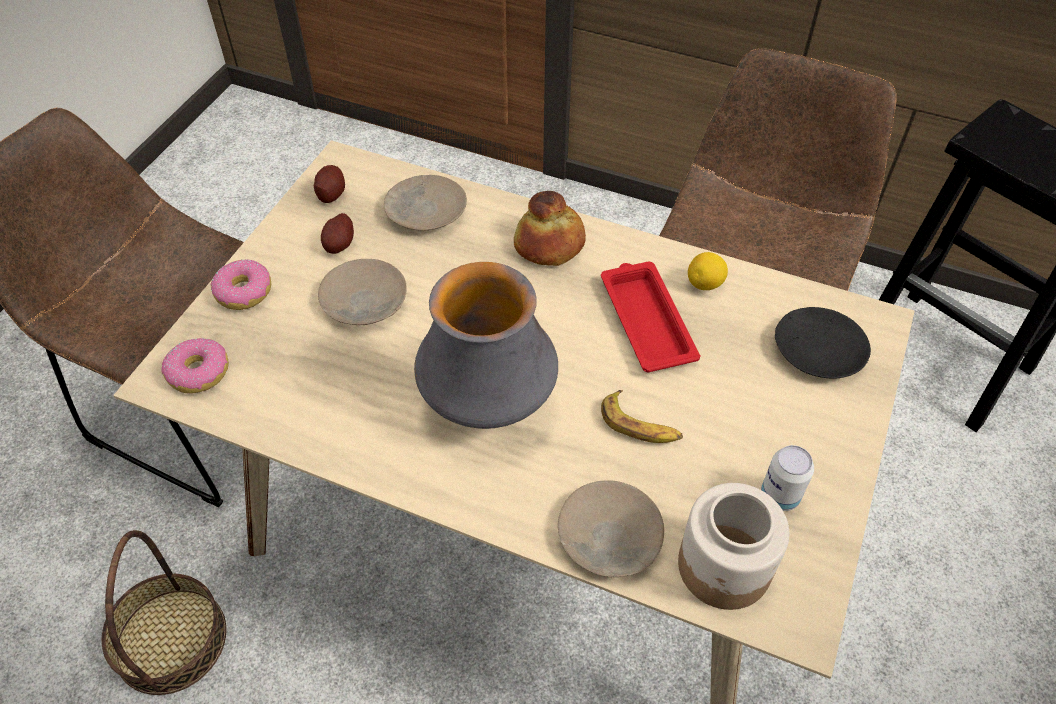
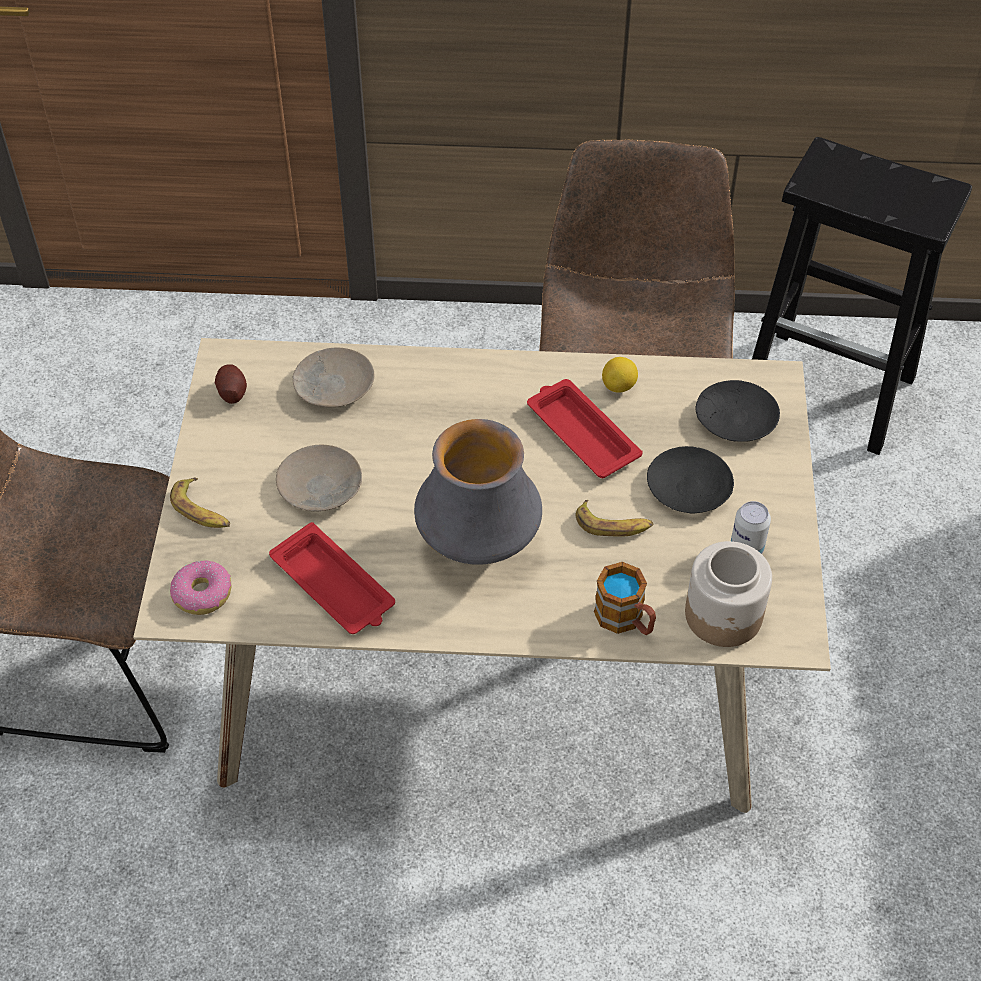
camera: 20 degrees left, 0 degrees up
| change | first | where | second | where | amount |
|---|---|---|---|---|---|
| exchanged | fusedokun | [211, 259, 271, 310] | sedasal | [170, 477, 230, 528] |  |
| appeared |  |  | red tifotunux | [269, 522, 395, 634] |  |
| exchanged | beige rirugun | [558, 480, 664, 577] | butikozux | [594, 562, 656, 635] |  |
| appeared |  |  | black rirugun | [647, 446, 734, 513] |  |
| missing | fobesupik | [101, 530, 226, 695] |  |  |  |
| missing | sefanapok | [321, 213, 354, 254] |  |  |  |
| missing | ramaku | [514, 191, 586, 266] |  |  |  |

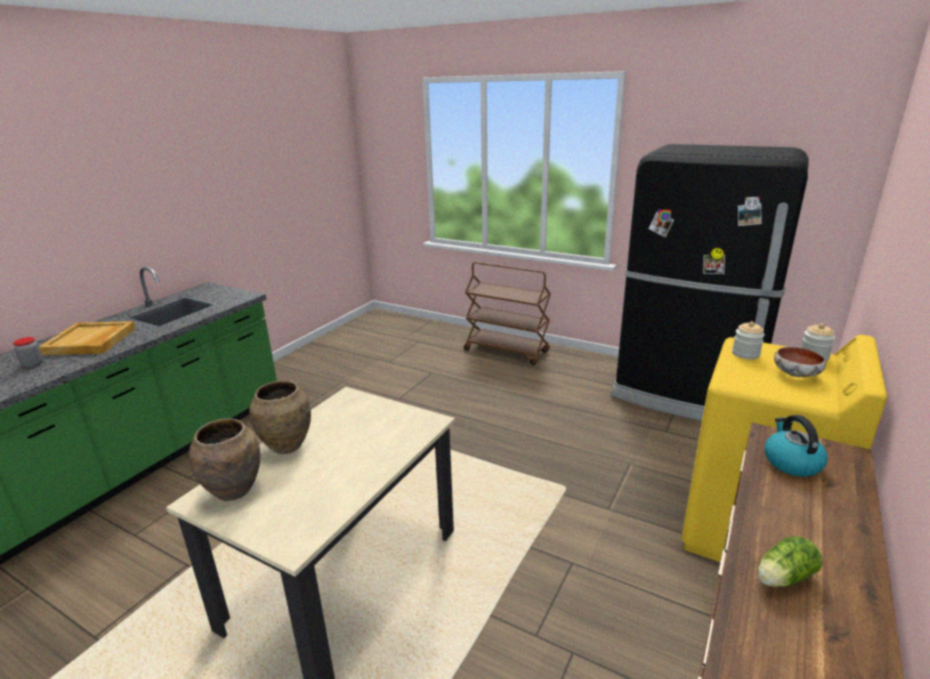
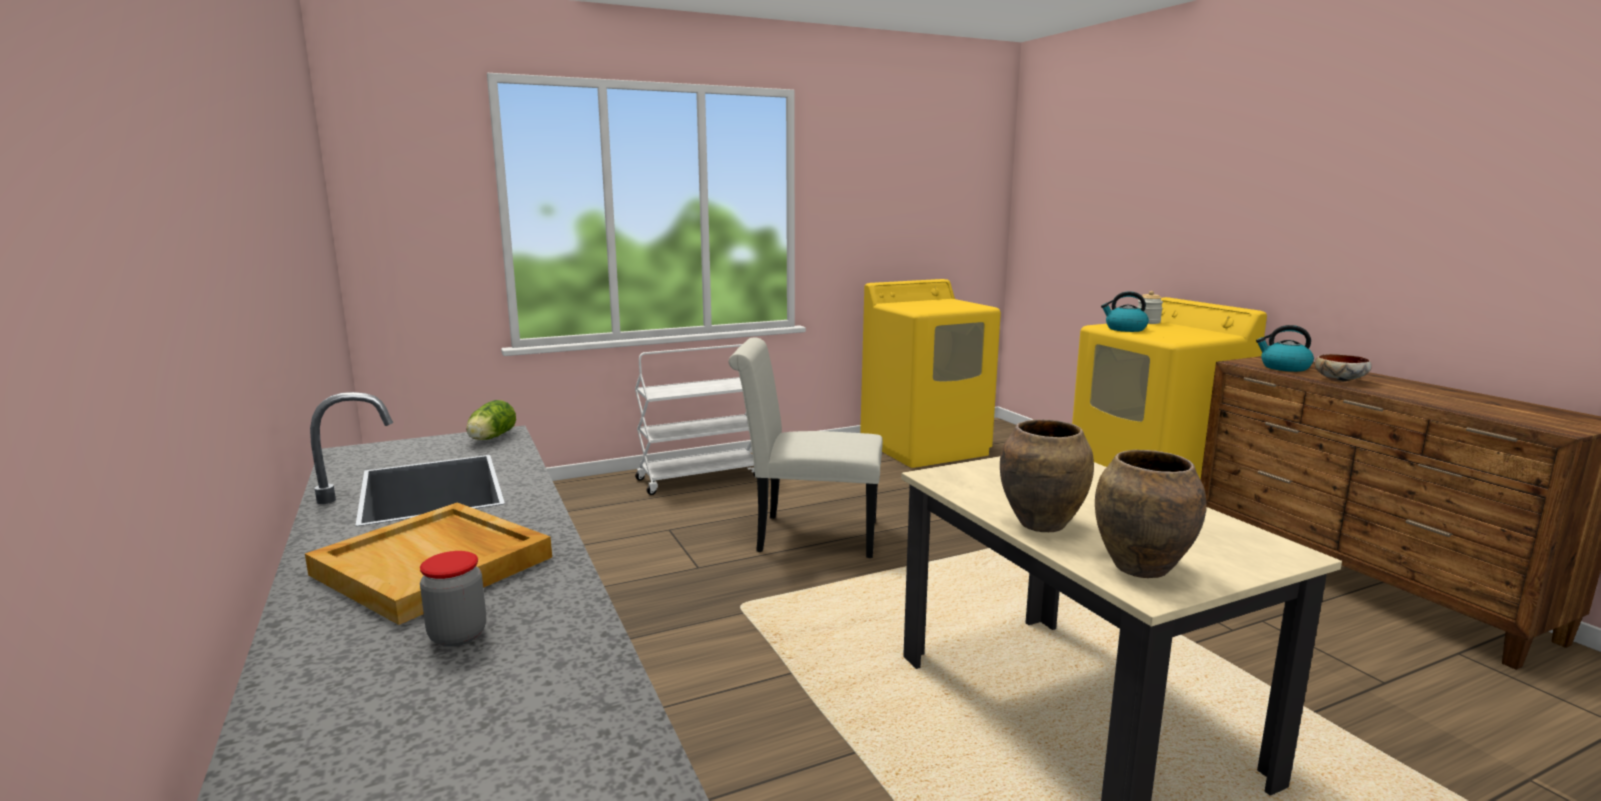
camera: 55 degrees left, 10 degrees down
| change | first | where | second | where | amount |
|---|---|---|---|---|---|
| relocated | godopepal | [758, 536, 823, 587] |  | [466, 400, 516, 440] |  |
| colour | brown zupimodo | [464, 262, 551, 365] | white zupimodo | [635, 344, 755, 495] |  |
| appeared |  |  | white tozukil | [728, 337, 883, 558] |  |
| exchanged | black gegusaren | [612, 144, 809, 421] | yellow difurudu | [860, 279, 1001, 468] |  |
| exchanged | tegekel | [732, 321, 765, 359] | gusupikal | [1101, 291, 1149, 332] |  |
| relocated | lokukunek | [774, 347, 826, 377] |  | [1314, 354, 1372, 382] |  |

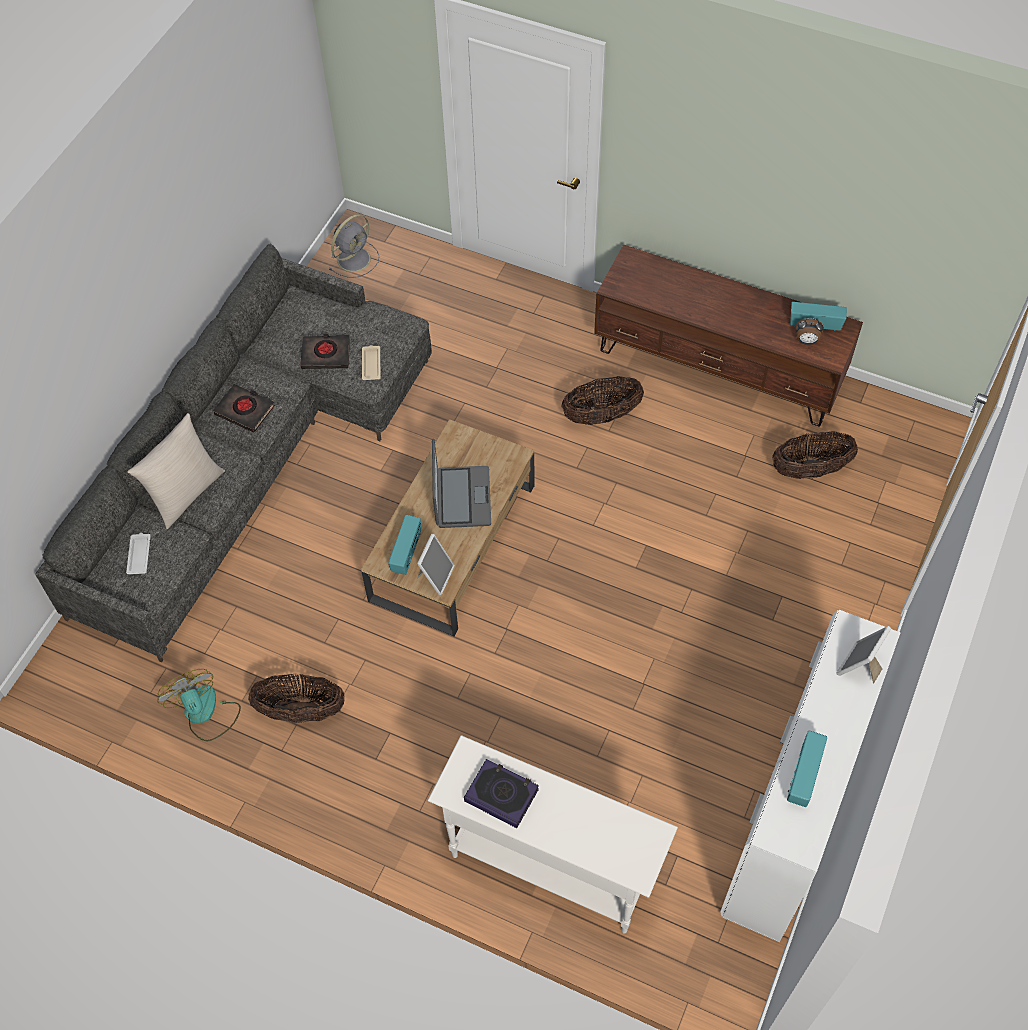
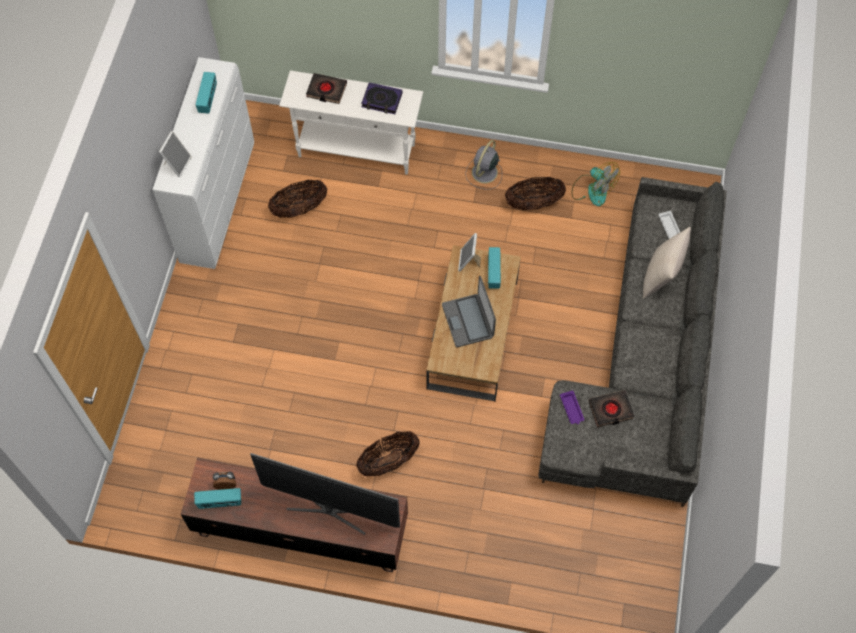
camera: 165 degrees right, 5 degrees up
| change | first | where | second | where | amount |
|---|---|---|---|---|---|
| appeared |  |  | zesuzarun | [250, 453, 400, 535] |  |
| relocated | fobesupik | [772, 431, 858, 479] |  | [268, 180, 327, 218] |  |
| relocated | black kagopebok | [213, 384, 275, 433] |  | [306, 73, 347, 104] |  |
| relocated | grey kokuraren | [329, 214, 379, 278] |  | [465, 140, 502, 190] |  |
| colour | beige tifotunux | [362, 345, 381, 380] | purple tifotunux | [560, 391, 584, 424] |  |

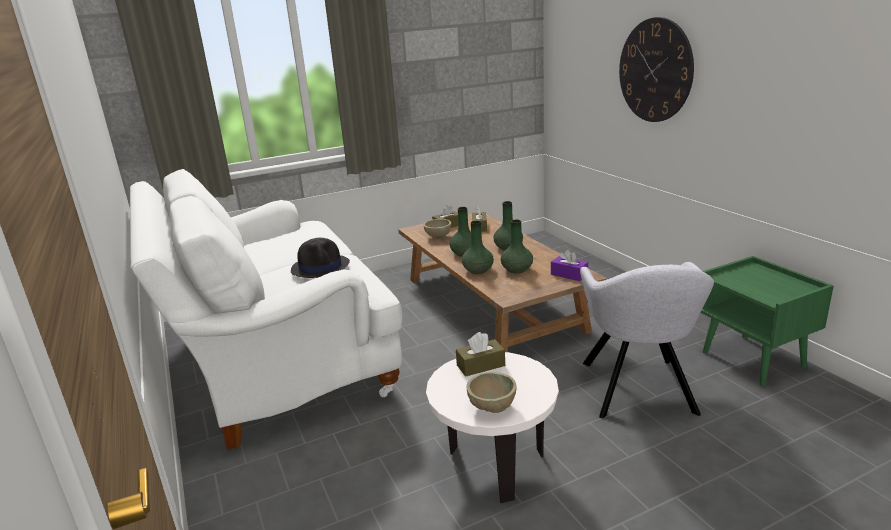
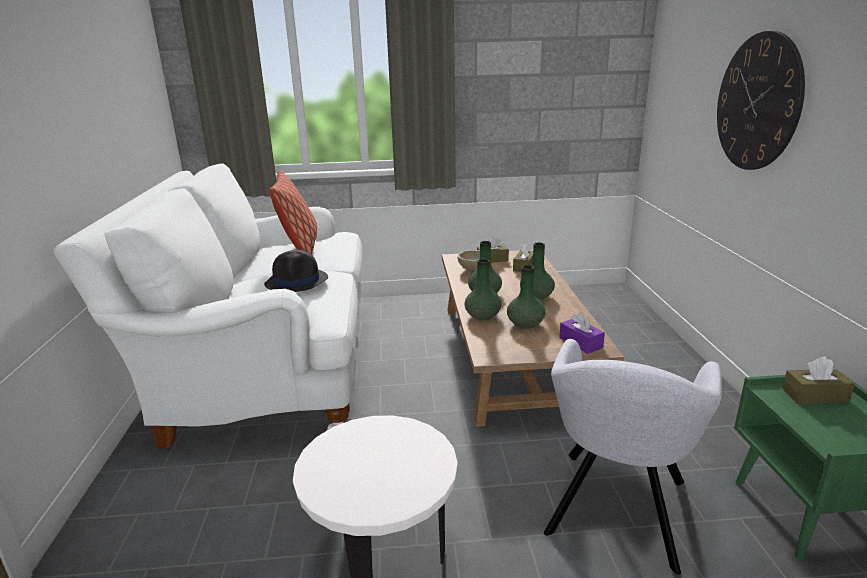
camera: 20 degrees right, 0 degrees up
| change | first | where | second | where | amount |
|---|---|---|---|---|---|
| appeared |  |  | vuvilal | [270, 171, 317, 255] |  |
| relocated | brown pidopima | [456, 332, 505, 377] |  | [782, 356, 855, 404] |  |
| missing | beige lokukunek | [467, 372, 517, 413] |  |  |  |

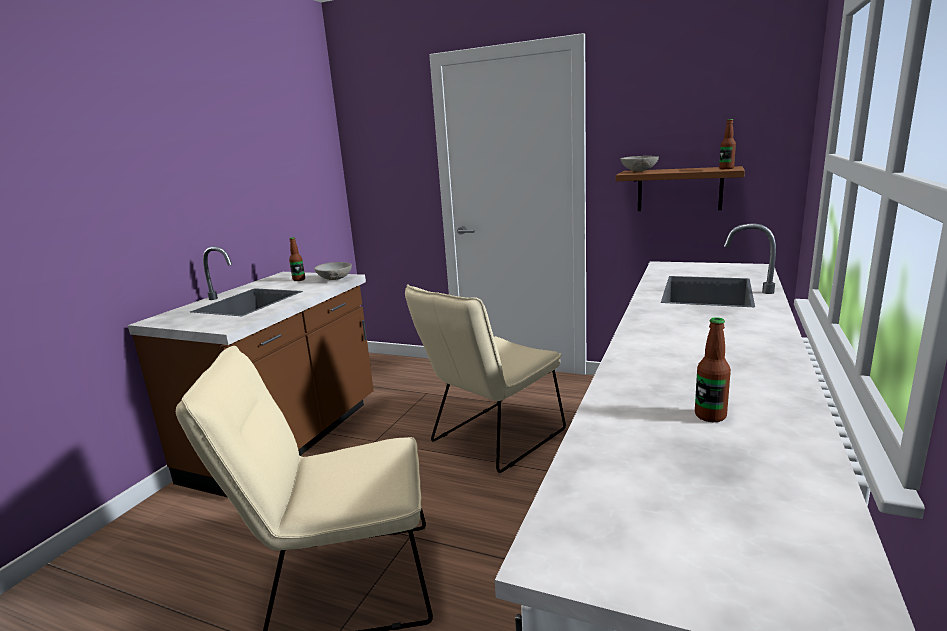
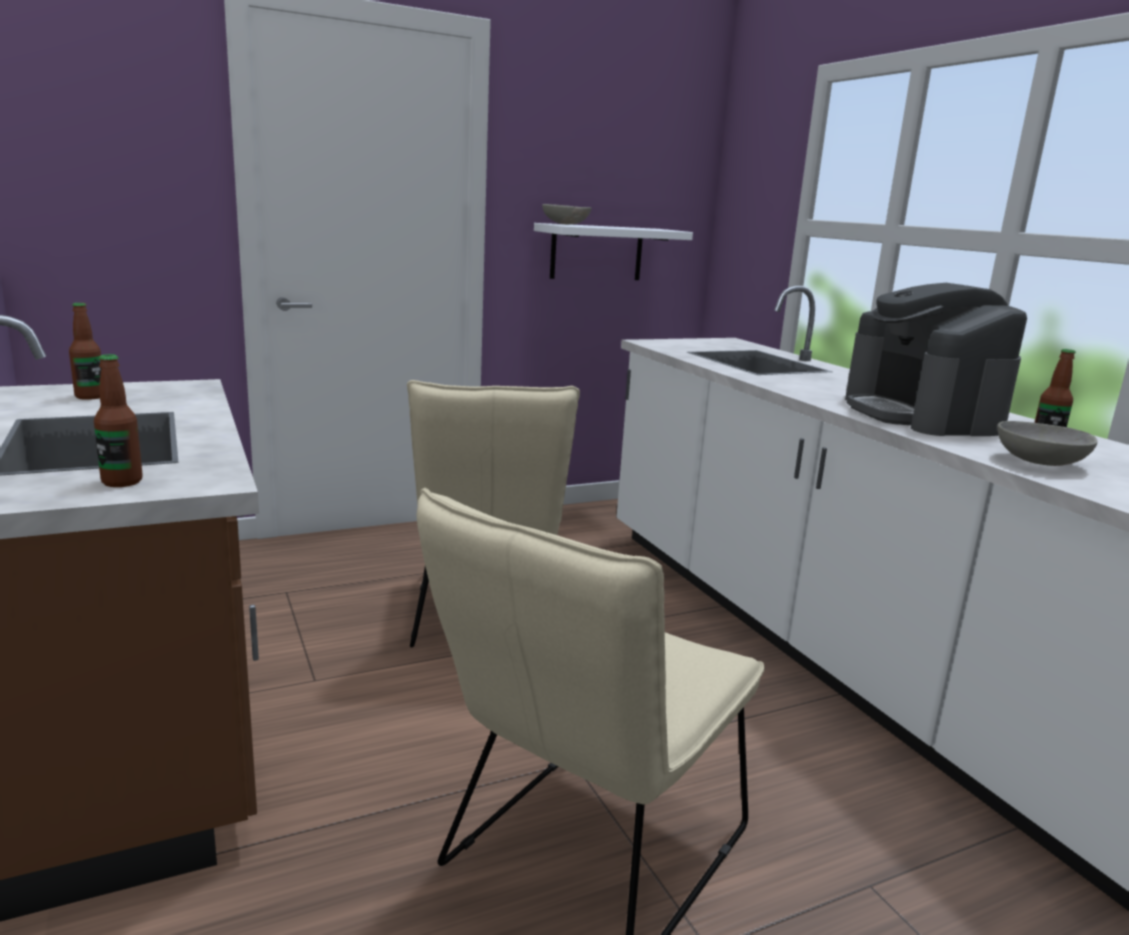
camera: 50 degrees left, 0 degrees up
| change | first | where | second | where | amount |
|---|---|---|---|---|---|
| relocated | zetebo | [719, 119, 736, 169] |  | [94, 354, 143, 487] |  |
| colour | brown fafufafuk | [615, 166, 745, 211] | white fafufafuk | [534, 223, 693, 280] |  |
| appeared |  |  | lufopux | [845, 283, 1027, 436] |  |
| relocated | grey lokukunek | [314, 262, 352, 280] |  | [997, 421, 1098, 466] |  |

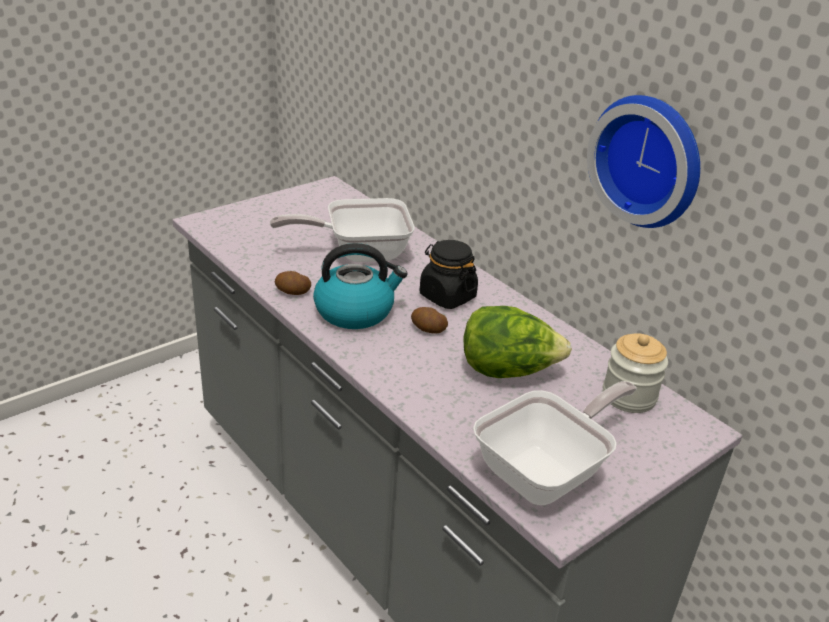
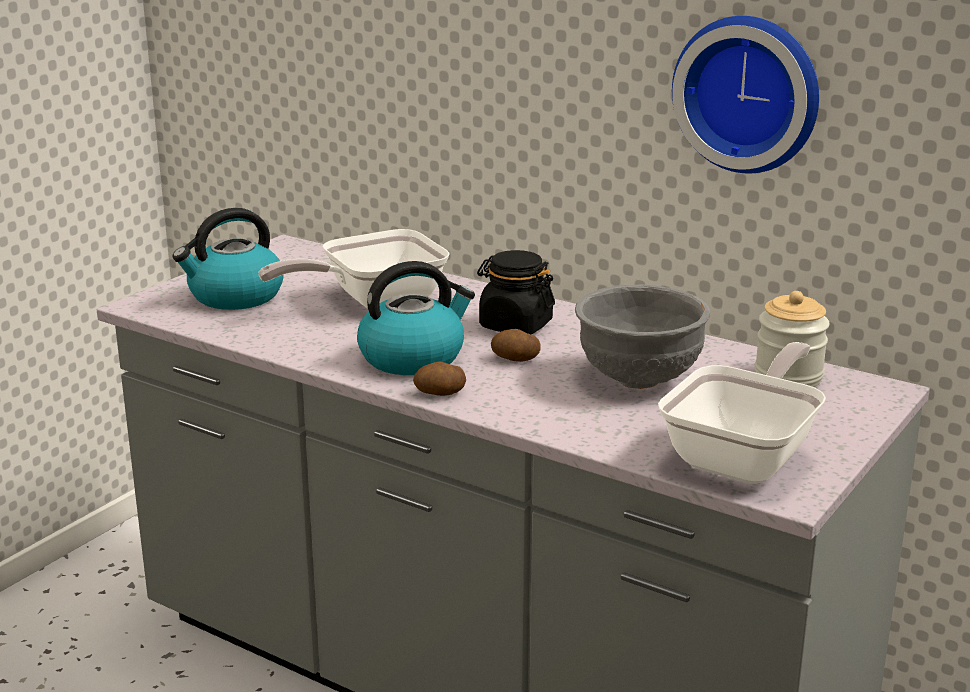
camera: 15 degrees left, 10 degrees down
| change | first | where | second | where | amount |
|---|---|---|---|---|---|
| appeared |  |  | gusupikal | [173, 208, 284, 310] |  |
| relocated | sefanapok | [275, 271, 311, 295] |  | [413, 362, 466, 396] |  |
| exchanged | godopepal | [463, 306, 572, 378] | grey lokukunek | [575, 285, 710, 389] |  |

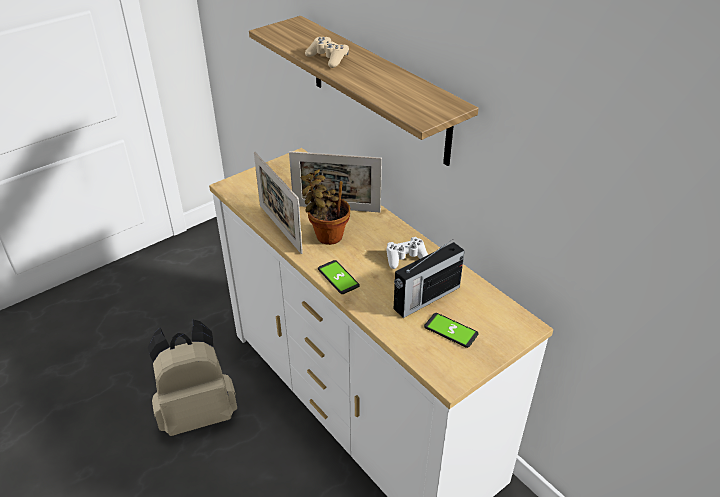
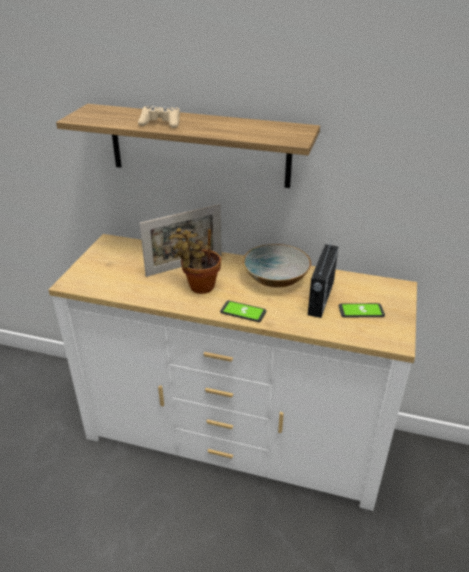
camera: 35 degrees left, 5 degrees down
| change | first | where | second | where | amount |
|---|---|---|---|---|---|
| exchanged | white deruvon | [387, 237, 428, 269] | lokukunek | [243, 244, 311, 288] |  |
| missing | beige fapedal | [148, 320, 237, 436] |  |  |  |
| missing | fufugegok | [254, 152, 303, 254] |  |  |  |

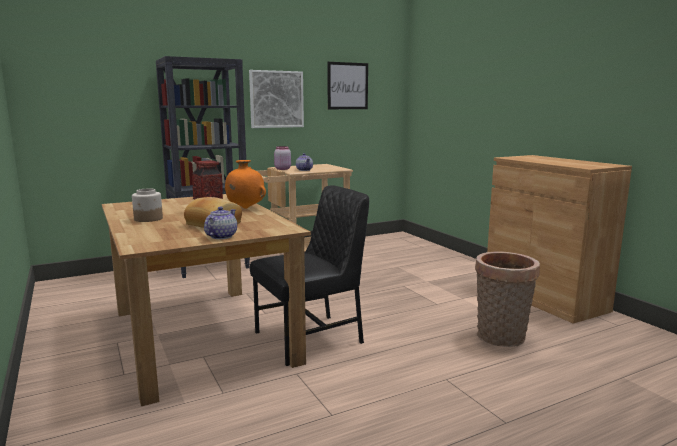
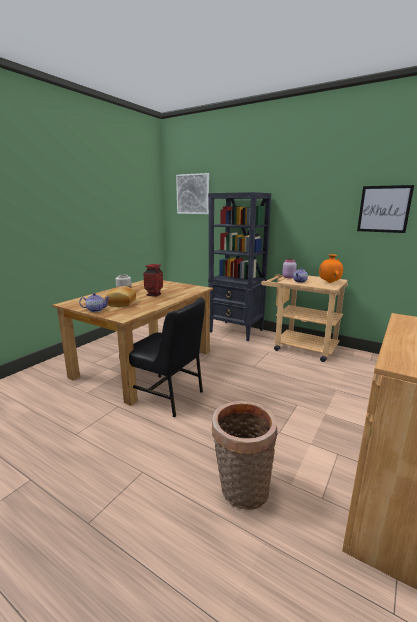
camera: 60 degrees right, 5 degrees up
| change | first | where | second | where | amount |
|---|---|---|---|---|---|
| relocated | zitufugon | [249, 70, 304, 128] |  | [176, 173, 209, 214] |  |
| relocated | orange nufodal | [225, 160, 266, 209] |  | [319, 254, 343, 283] |  |

